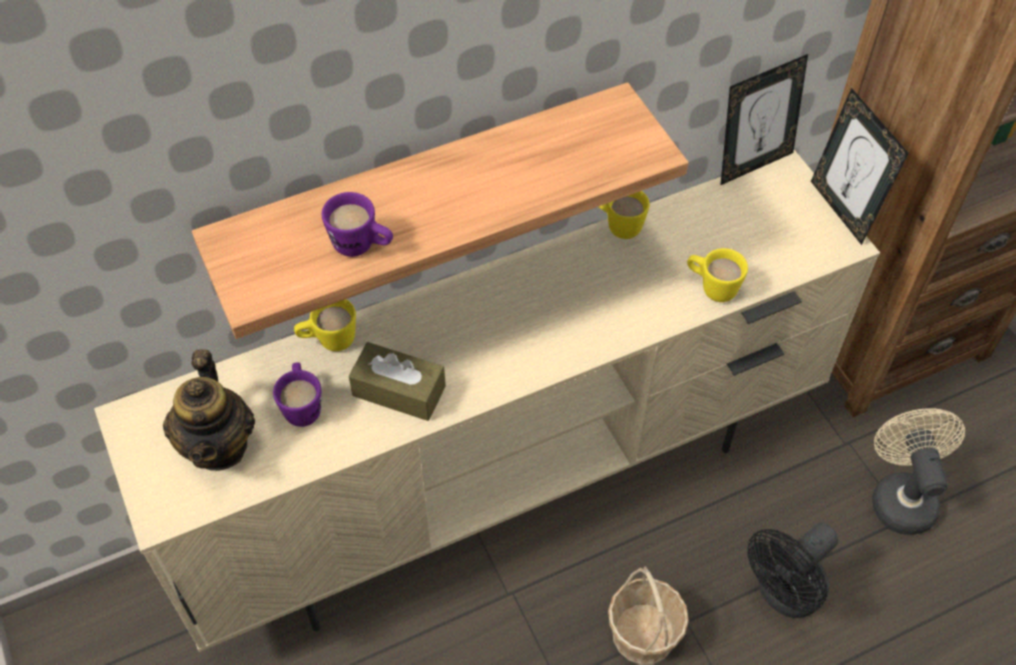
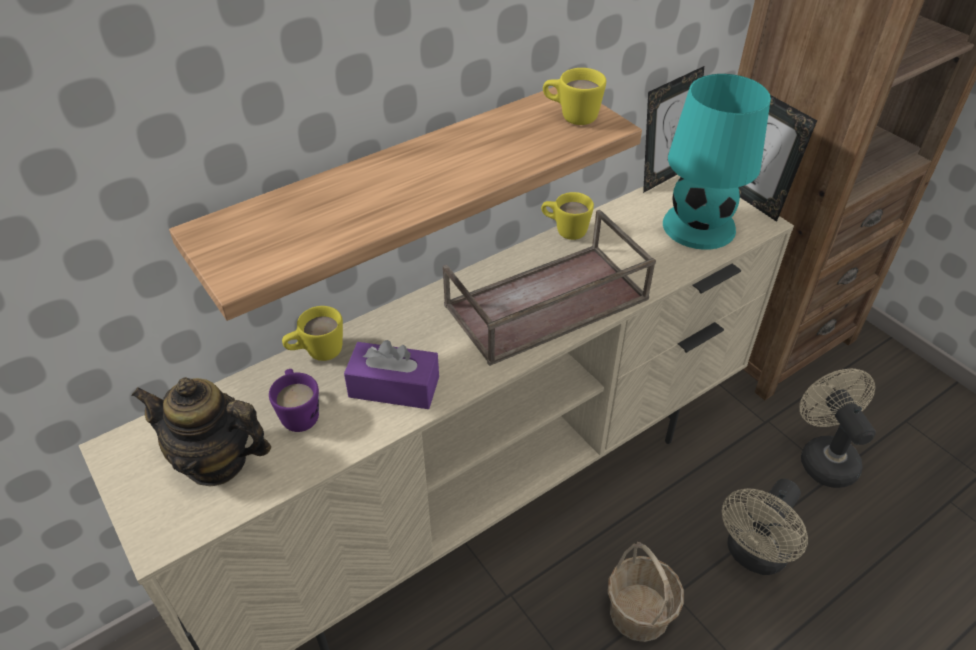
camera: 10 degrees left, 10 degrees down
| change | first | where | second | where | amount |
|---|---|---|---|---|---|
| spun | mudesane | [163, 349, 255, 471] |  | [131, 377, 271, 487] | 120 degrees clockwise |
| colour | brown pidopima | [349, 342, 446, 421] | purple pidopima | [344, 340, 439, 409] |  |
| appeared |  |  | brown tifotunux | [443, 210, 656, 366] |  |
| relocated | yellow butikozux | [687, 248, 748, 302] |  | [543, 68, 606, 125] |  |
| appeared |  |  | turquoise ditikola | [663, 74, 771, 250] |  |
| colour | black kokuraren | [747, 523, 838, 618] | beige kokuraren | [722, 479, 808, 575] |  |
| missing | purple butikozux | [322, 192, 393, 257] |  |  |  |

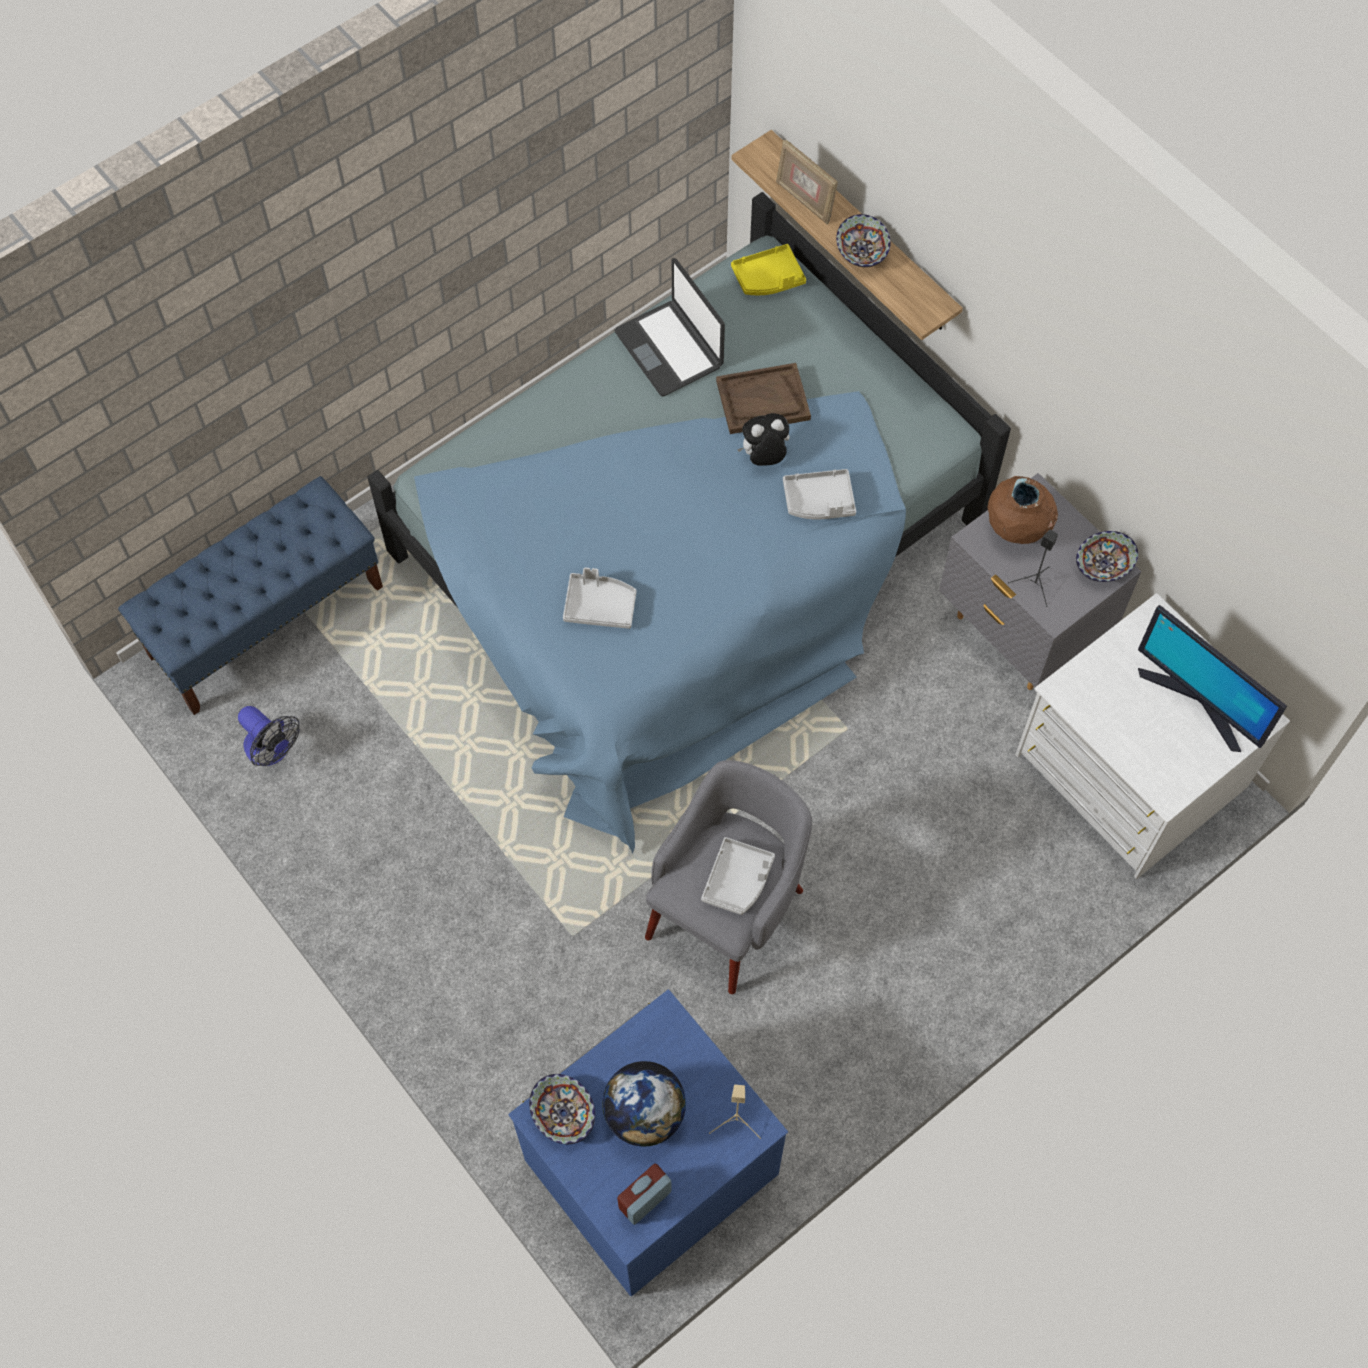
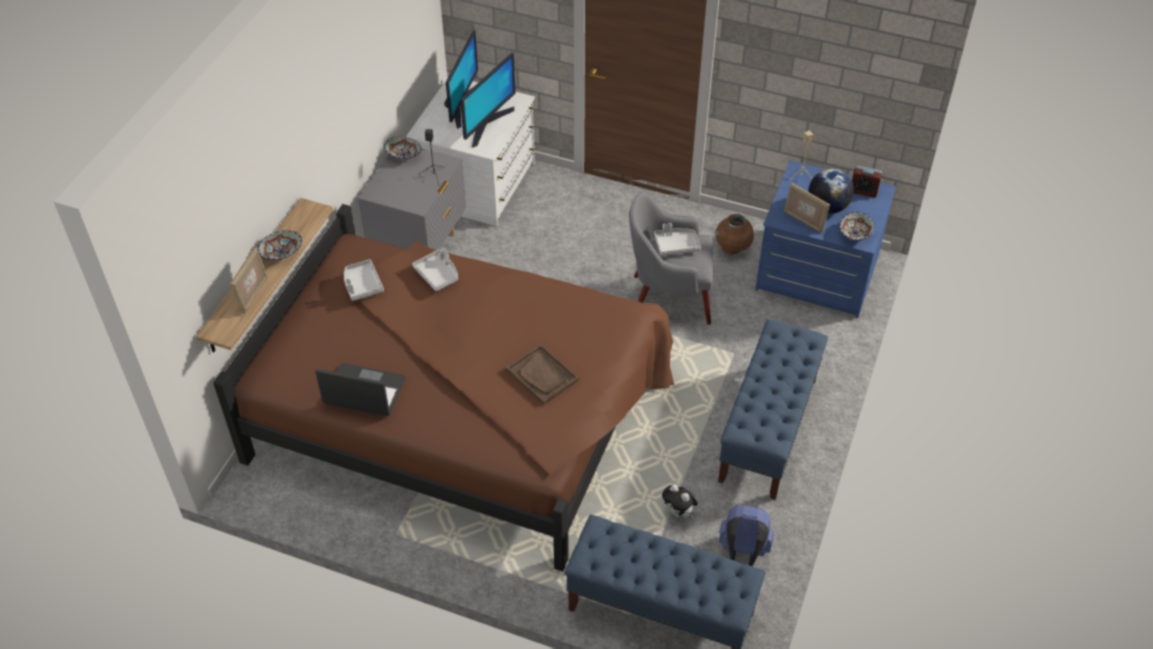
camera: 120 degrees left, 15 degrees down
| change | first | where | second | where | amount |
|---|---|---|---|---|---|
| colour | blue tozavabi | [367, 192, 1011, 853] | brown tozavabi | [213, 204, 674, 571] |  |
| spun | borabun | [614, 258, 725, 396] |  | [316, 363, 406, 416] | 105 degrees counterclockwise |
| relocated | grey tifotunux | [563, 567, 636, 629] |  | [344, 259, 384, 301] |  |
| appeared |  |  | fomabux | [460, 53, 516, 147] |  |
| relocated | brown tifotunux | [716, 363, 811, 434] |  | [505, 344, 579, 405] |  |
| relocated | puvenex | [737, 413, 790, 466] |  | [662, 484, 698, 518] |  |
| relocated | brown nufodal | [987, 476, 1058, 544] |  | [715, 214, 754, 254] |  |
| appeared |  |  | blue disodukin | [718, 319, 828, 500] |  |
| exchanged | kokuraren | [238, 706, 300, 766] | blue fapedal | [719, 505, 774, 566] |  |
| appeared |  |  | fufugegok | [784, 183, 830, 233] |  |
| missing | yellow tifotunux | [731, 244, 806, 295] |  |  |  |

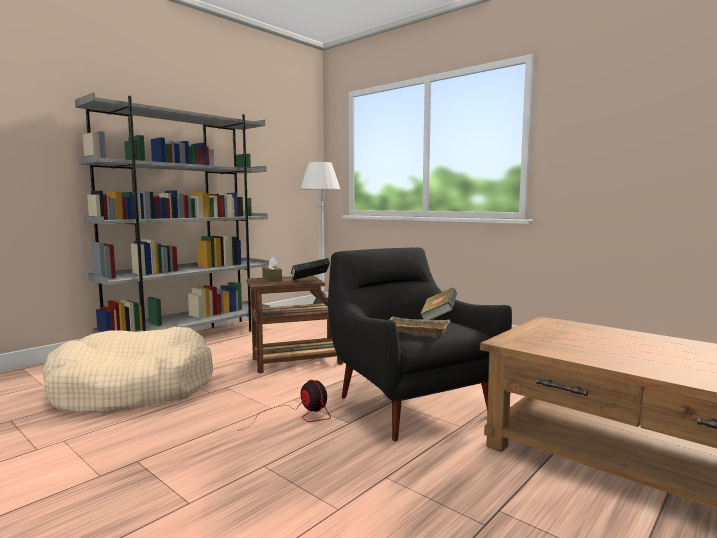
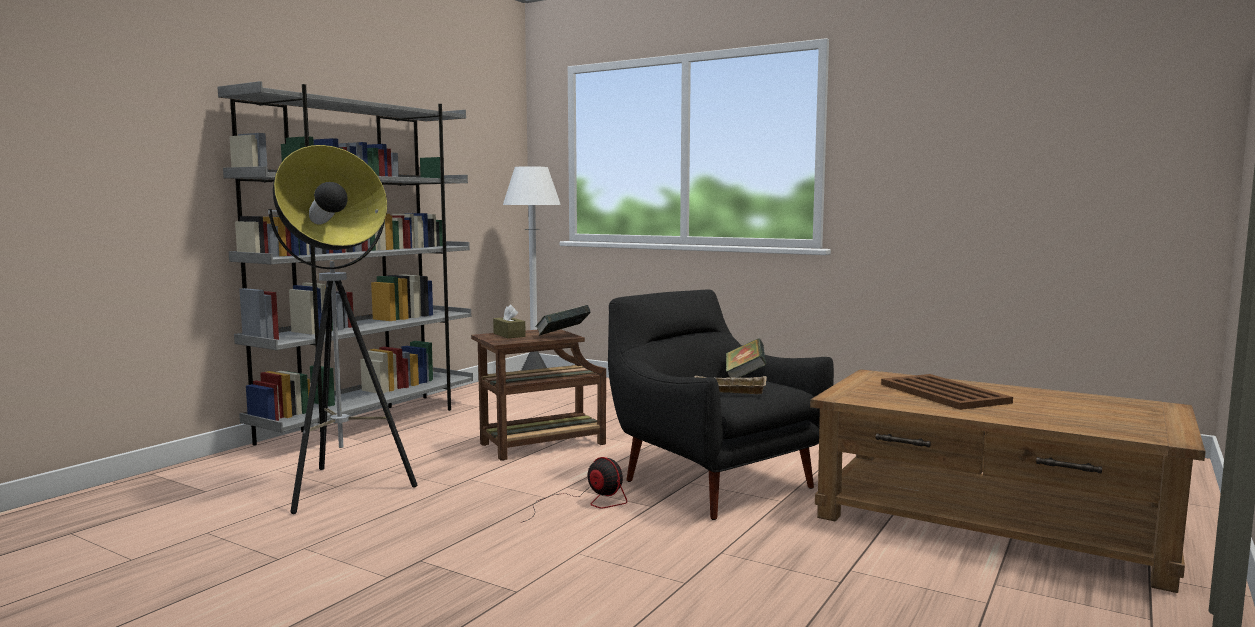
camera: 10 degrees left, 0 degrees up
| change | first | where | second | where | amount |
|---|---|---|---|---|---|
| exchanged | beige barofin | [42, 327, 213, 413] | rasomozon | [268, 145, 417, 514] |  |
| appeared |  |  | brown tifotunux | [881, 374, 1013, 410] |  |

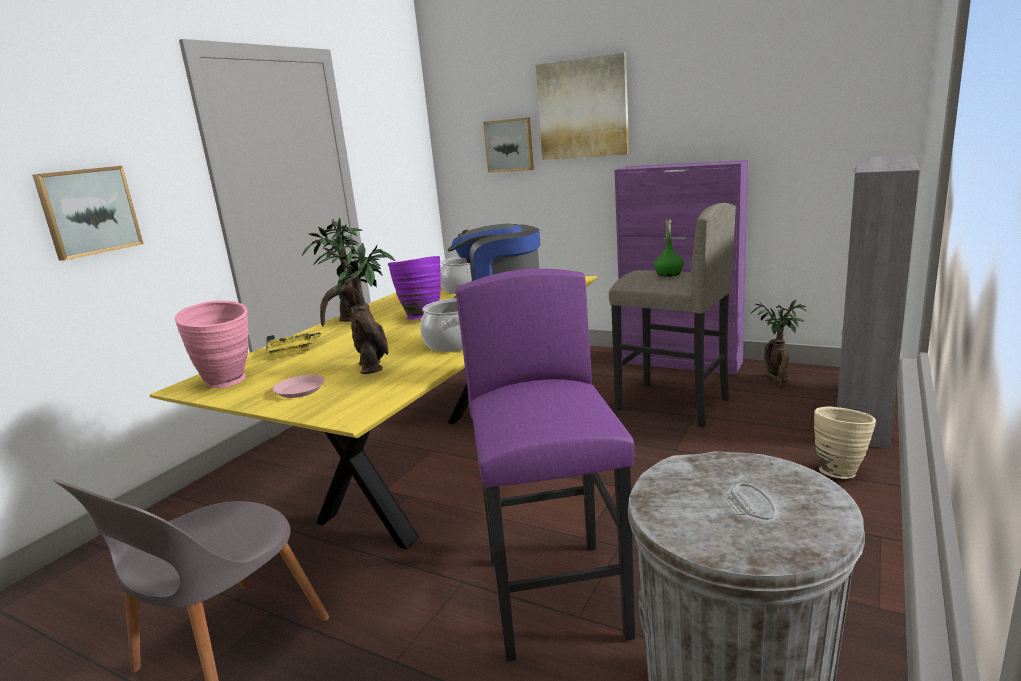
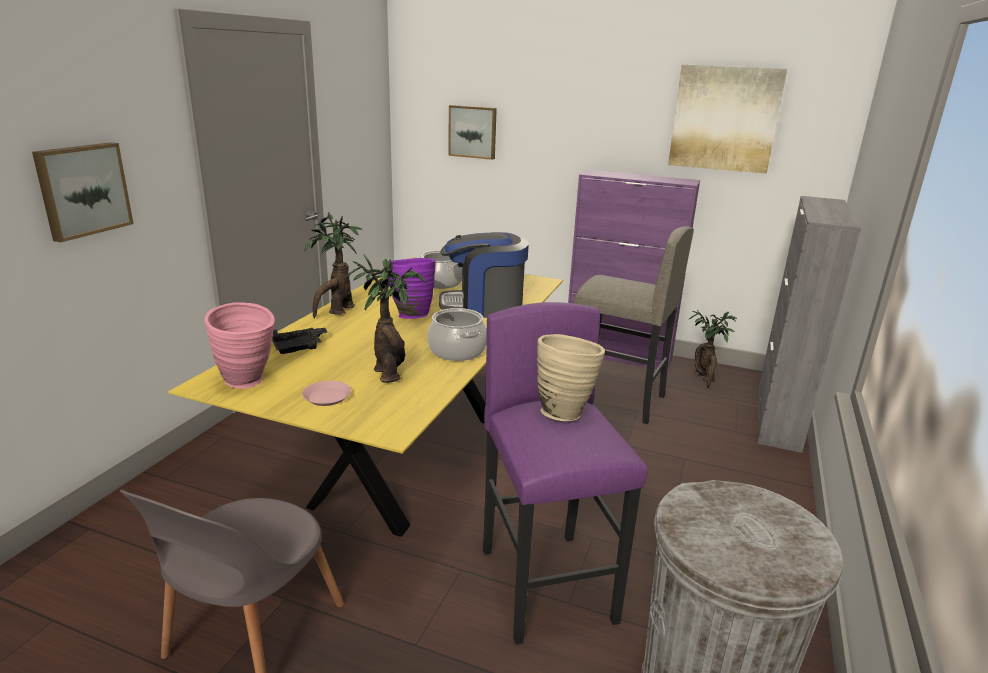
camera: 10 degrees left, 5 degrees up
| change | first | where | second | where | amount |
|---|---|---|---|---|---|
| colour | yellow tifotunux | [266, 331, 324, 356] | black tifotunux | [272, 328, 327, 354] |  |
| relocated | beige nufodal | [814, 406, 876, 479] |  | [537, 334, 605, 421] |  |
| relocated | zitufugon | [536, 53, 629, 160] |  | [668, 65, 787, 174] |  |
| missing | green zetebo | [654, 219, 684, 277] |  |  |  |

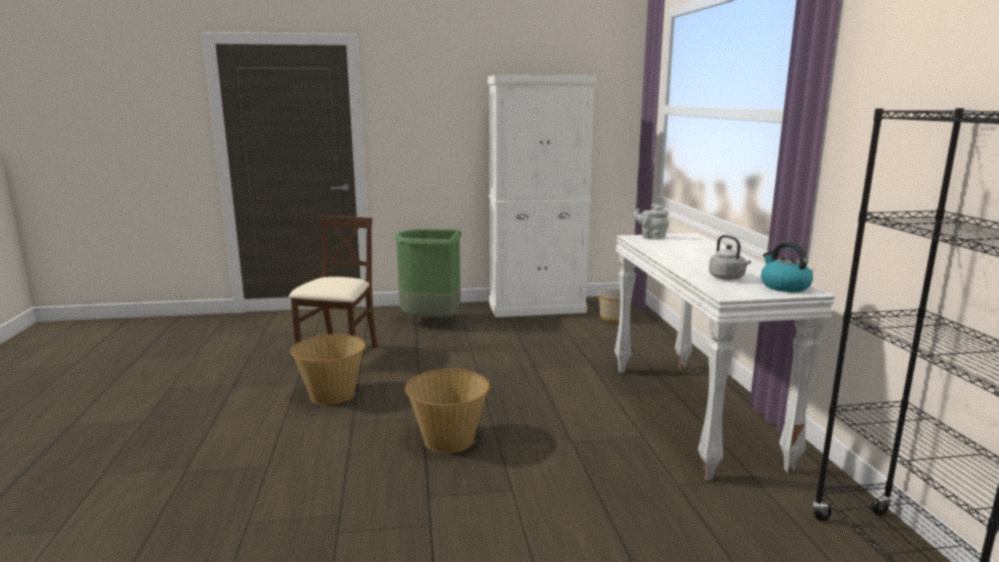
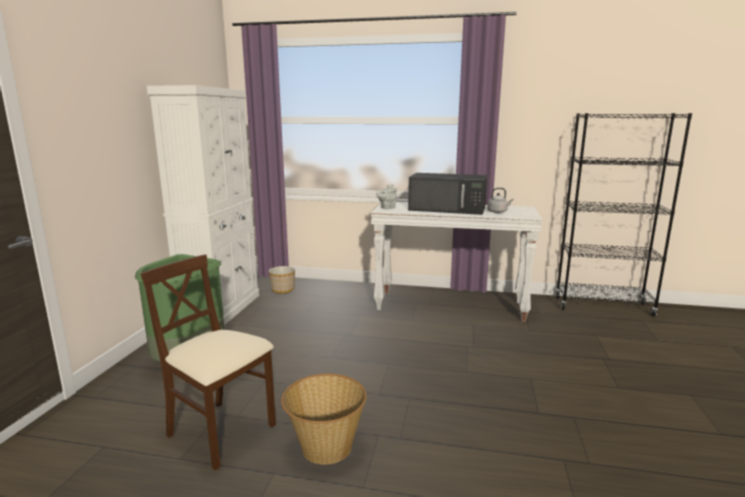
camera: 70 degrees left, 0 degrees up
| change | first | where | second | where | amount |
|---|---|---|---|---|---|
| appeared |  |  | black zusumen | [408, 173, 487, 215] |  |
| missing | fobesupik | [405, 369, 490, 453] |  |  |  |
| missing | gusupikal | [761, 242, 813, 292] |  |  |  |

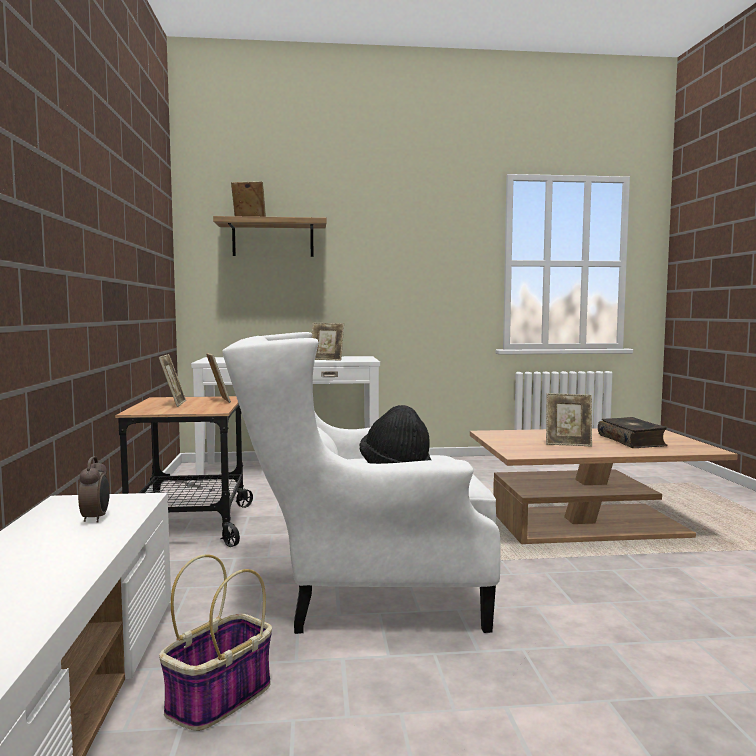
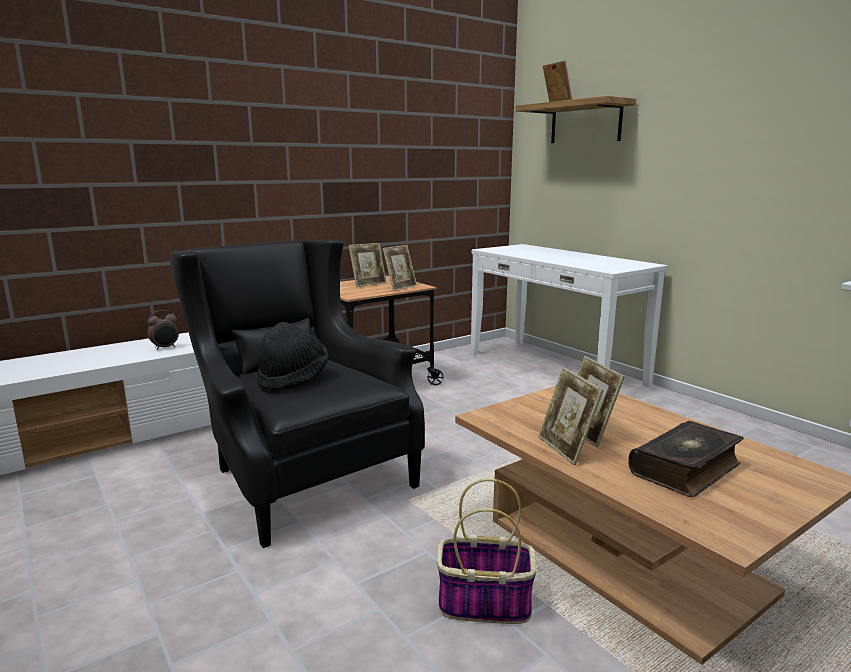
camera: 60 degrees right, 10 degrees up
| change | first | where | second | where | amount |
|---|---|---|---|---|---|
| colour | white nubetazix | [222, 332, 501, 634] | black nubetazix | [170, 240, 425, 548] |  |
| relocated | fobesupik | [159, 554, 272, 731] |  | [437, 478, 537, 624] |  |
| relocated | fufugegok | [311, 323, 344, 361] |  | [538, 367, 604, 465] |  |

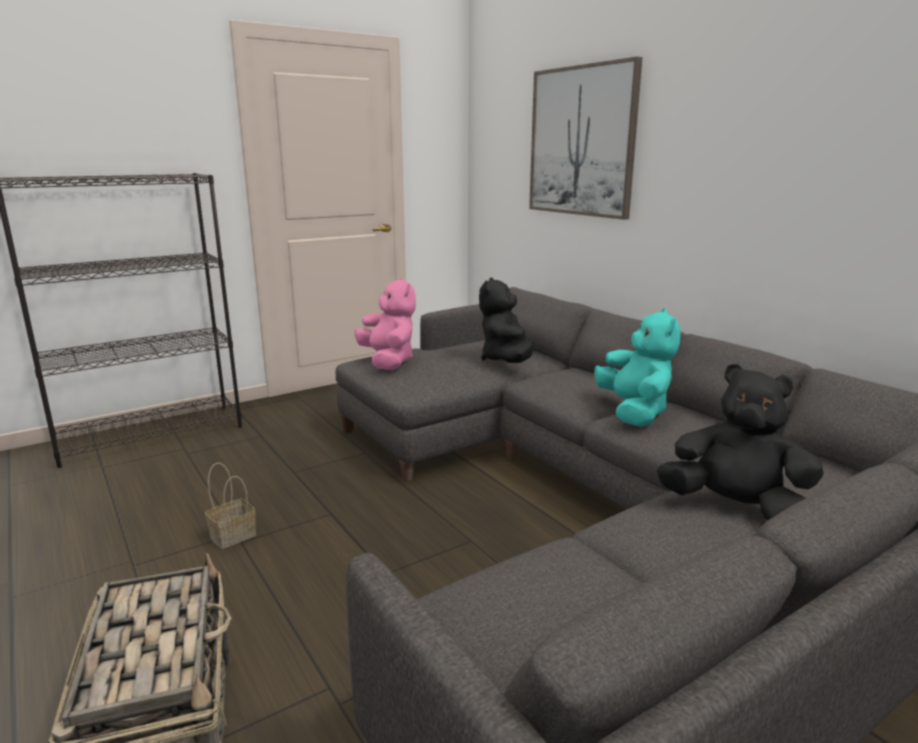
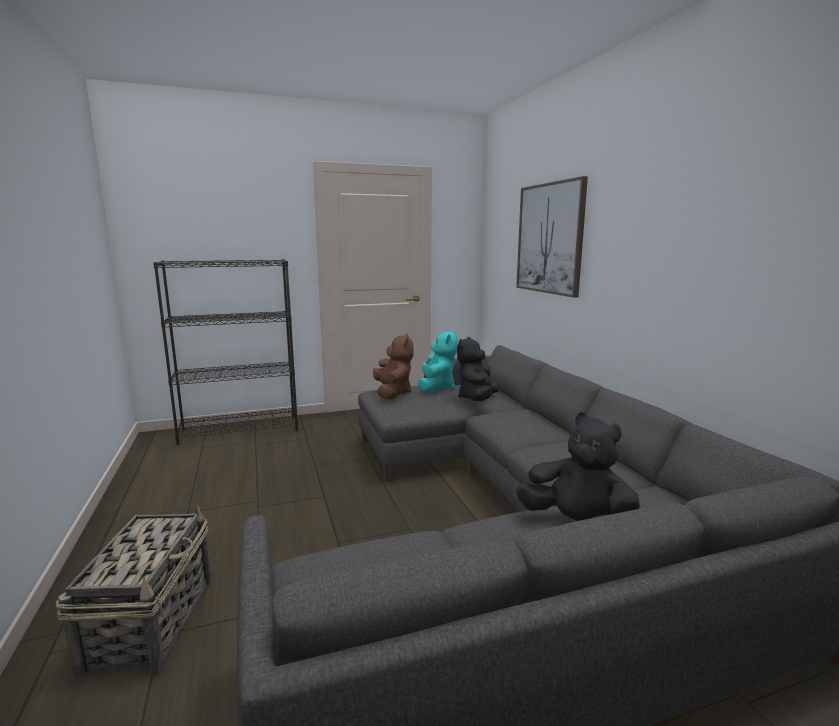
camera: 15 degrees right, 5 degrees down
| change | first | where | second | where | amount |
|---|---|---|---|---|---|
| colour | pink puvenex | [355, 277, 416, 370] | brown puvenex | [373, 333, 413, 399] |  |
| relocated | turquoise puvenex | [594, 308, 681, 427] |  | [418, 330, 458, 393] |  |
| missing | fobesupik | [205, 463, 256, 549] |  |  |  |

